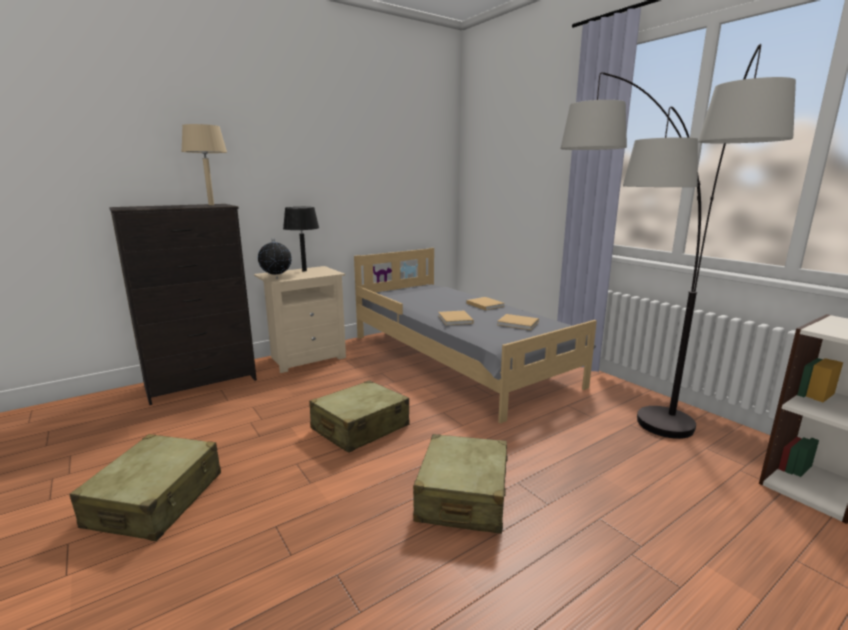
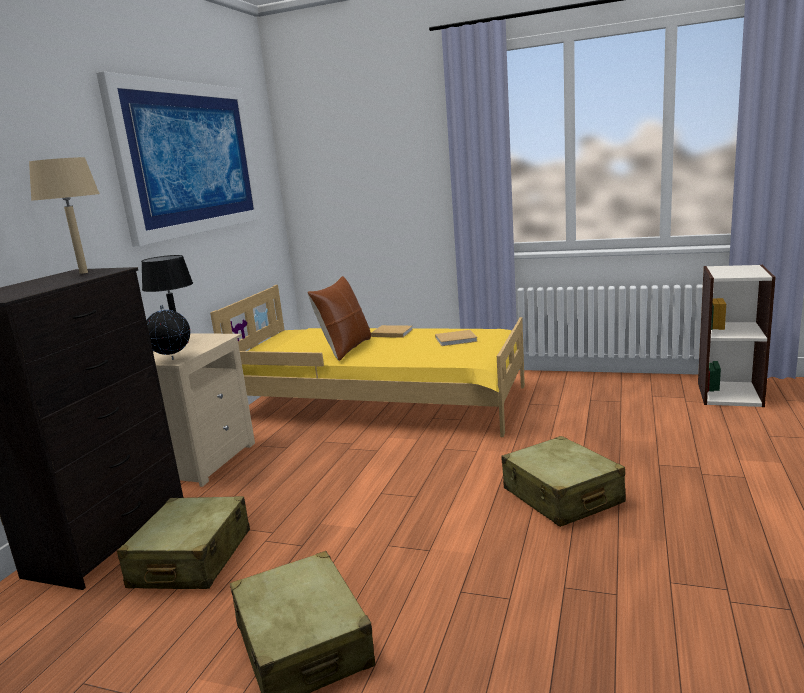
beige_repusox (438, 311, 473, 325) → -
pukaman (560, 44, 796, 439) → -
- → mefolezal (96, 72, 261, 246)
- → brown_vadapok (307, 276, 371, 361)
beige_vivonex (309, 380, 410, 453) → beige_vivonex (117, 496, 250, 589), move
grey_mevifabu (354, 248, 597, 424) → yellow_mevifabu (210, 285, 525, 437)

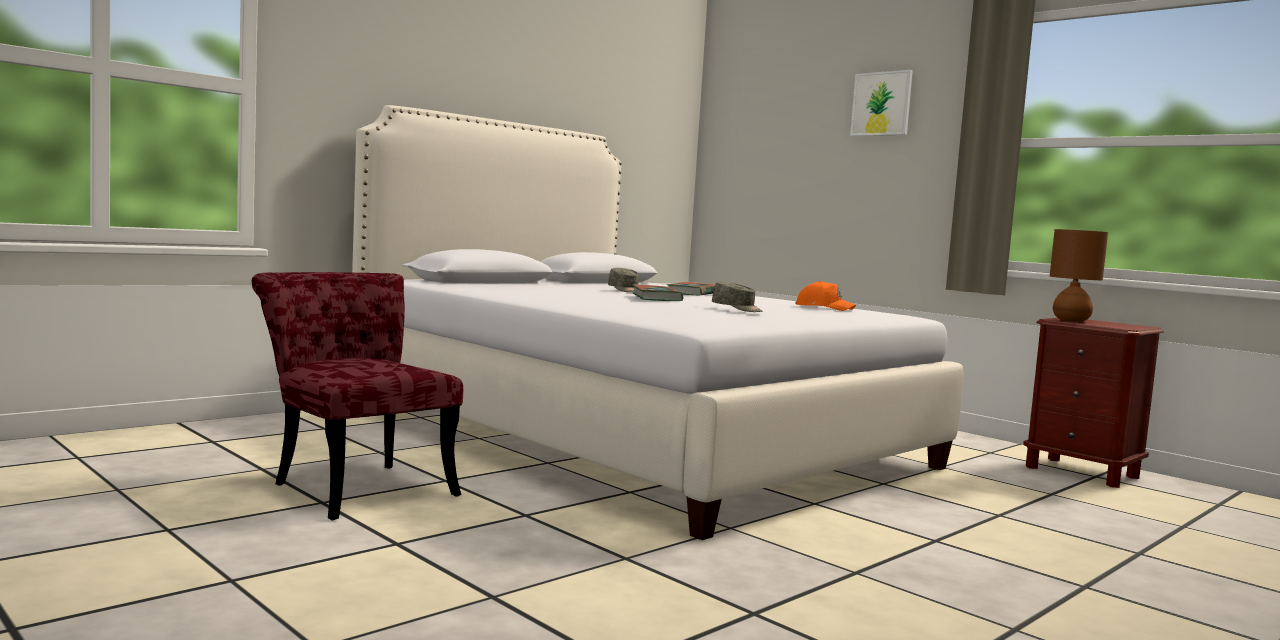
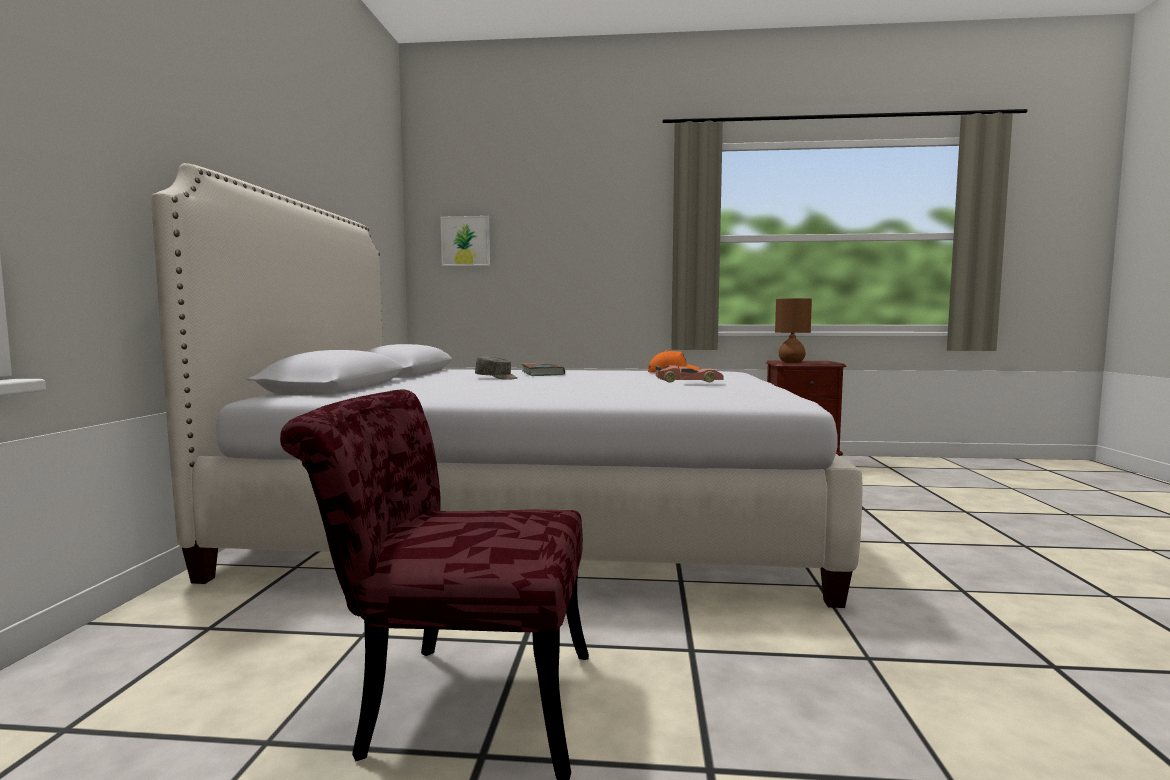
repusox (632, 284, 683, 301) → -
mefolezal (850, 70, 913, 136) → mefolezal (441, 216, 490, 266), move
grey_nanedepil (712, 281, 762, 312) → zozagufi (655, 365, 724, 383)

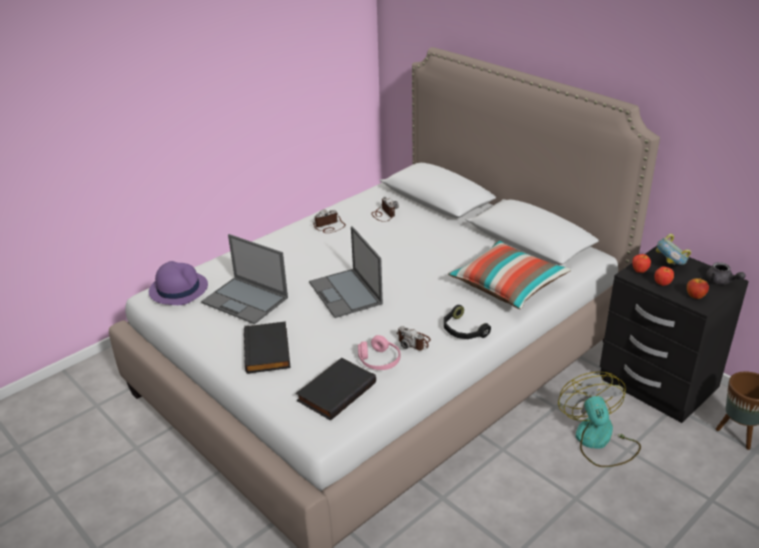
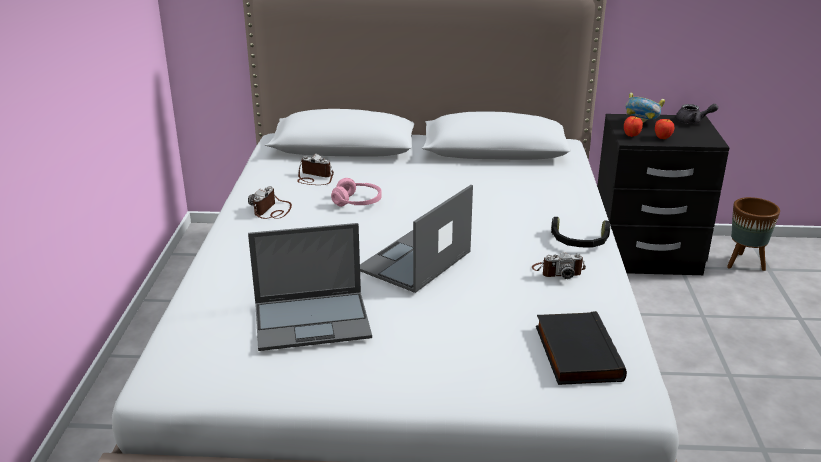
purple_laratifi (149, 261, 208, 305) → -
black_repusox (244, 321, 291, 374) → -
vadapok (448, 240, 571, 309) → -
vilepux (558, 372, 641, 467) → -
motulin (687, 278, 709, 299) → -
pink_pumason (358, 335, 400, 370) → pink_pumason (331, 178, 382, 207), move
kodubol (309, 226, 383, 318) → kodubol (360, 185, 473, 293), 105 degrees clockwise

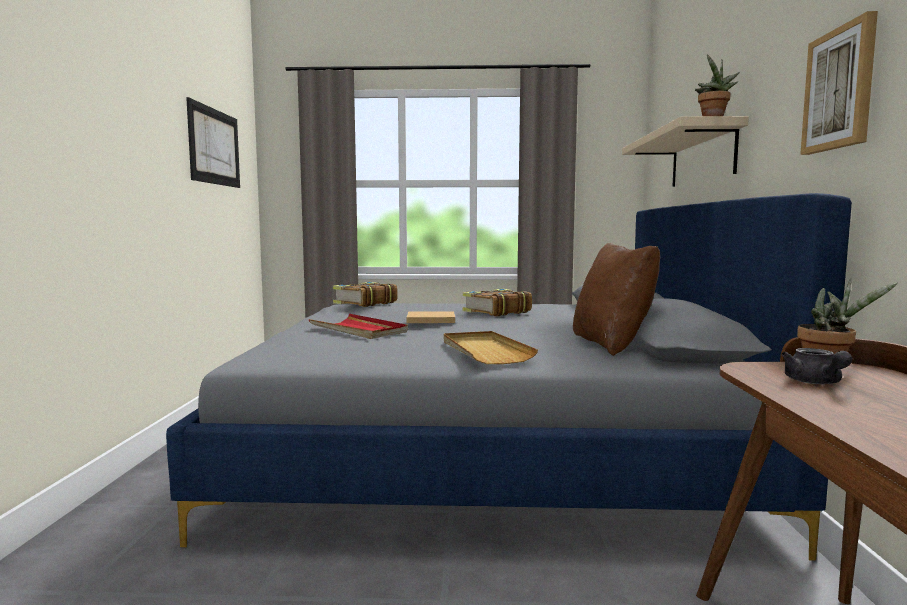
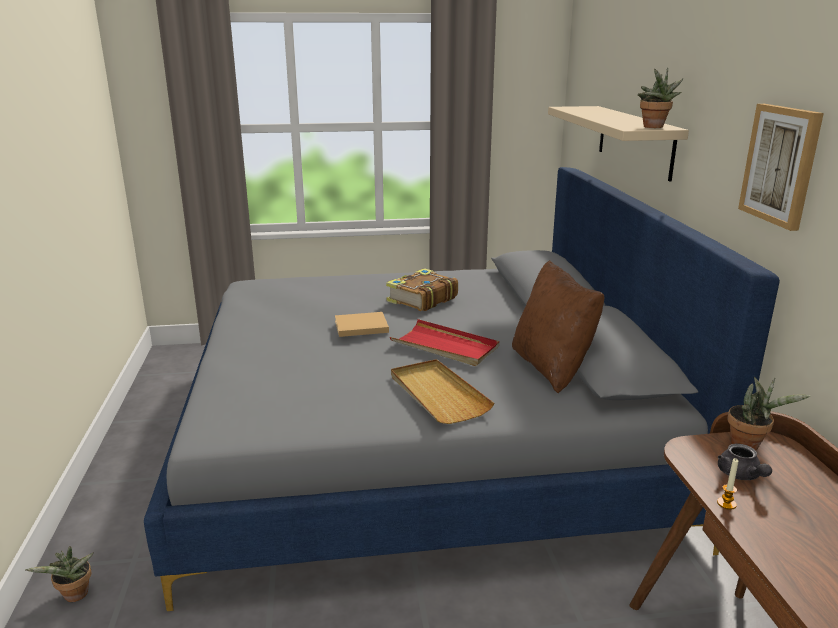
mefolezal (186, 97, 240, 188) → -
repusox (333, 282, 398, 307) → -
- → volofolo (25, 546, 94, 602)
- → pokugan (717, 458, 738, 510)
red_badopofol (308, 314, 408, 339) → red_badopofol (390, 319, 499, 366), move

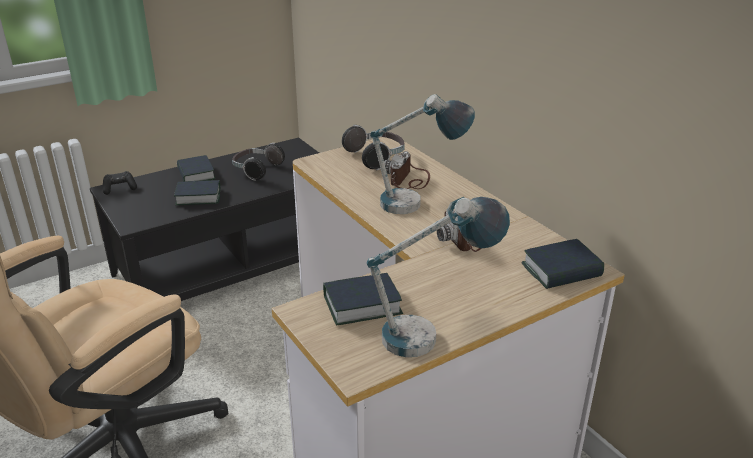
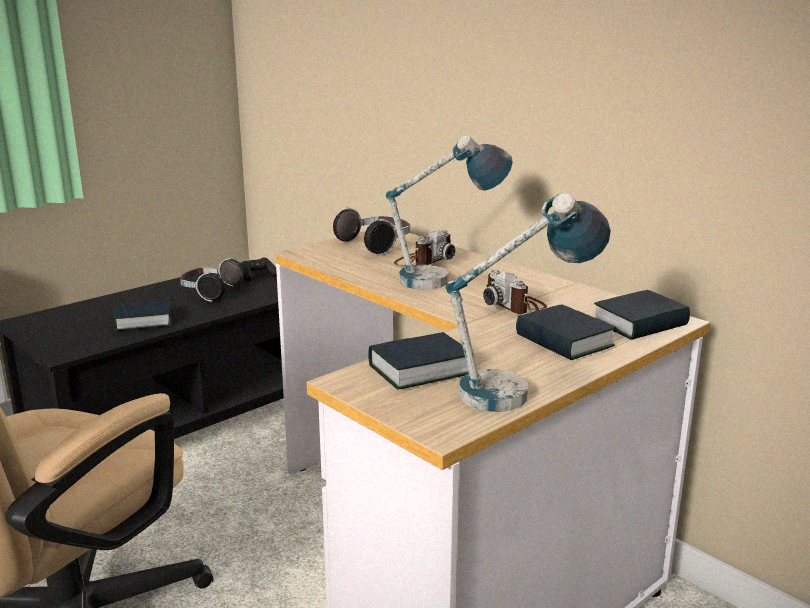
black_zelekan (103, 171, 137, 195) → black_zelekan (241, 258, 277, 282), move
repusox (177, 155, 216, 181) → repusox (516, 304, 616, 360), move
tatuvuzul (384, 151, 430, 189) → tatuvuzul (394, 230, 455, 266), 150 degrees counterclockwise

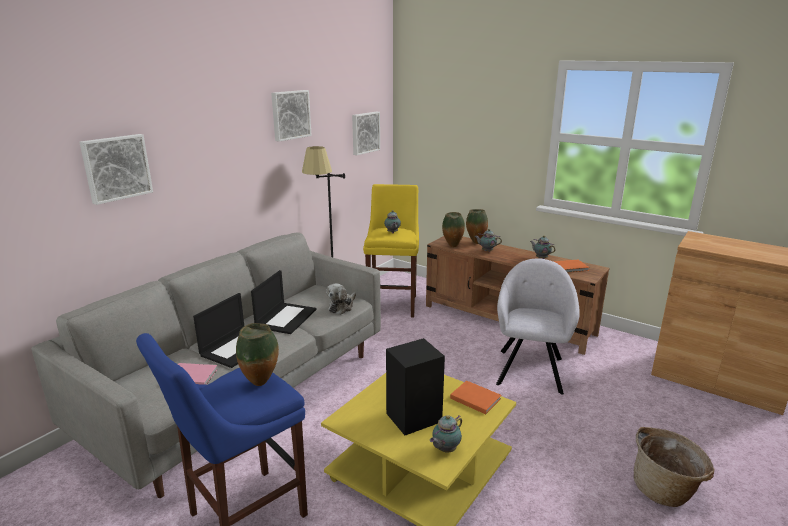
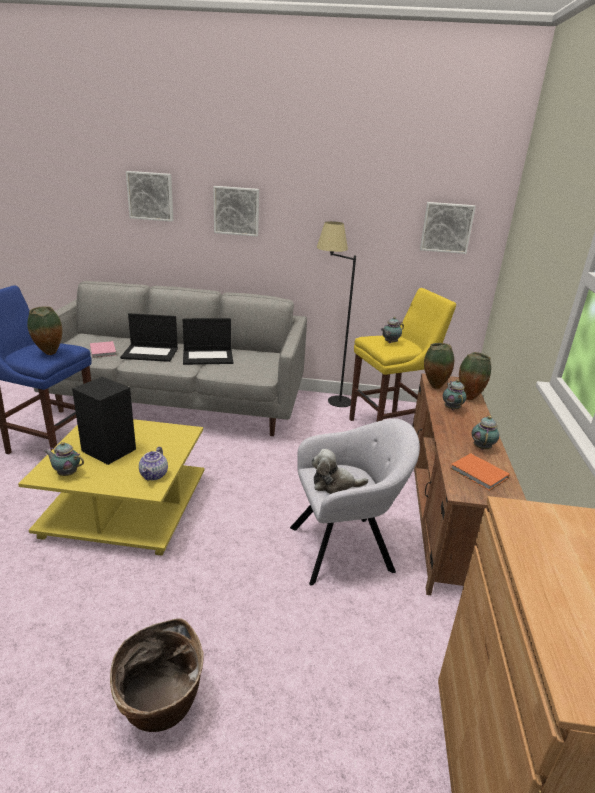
mefolezal (271, 90, 312, 142) → mefolezal (213, 186, 259, 237), move
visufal (326, 283, 356, 315) → visufal (311, 449, 368, 494), move
orange_repusox (450, 380, 501, 414) → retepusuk (139, 446, 168, 481)

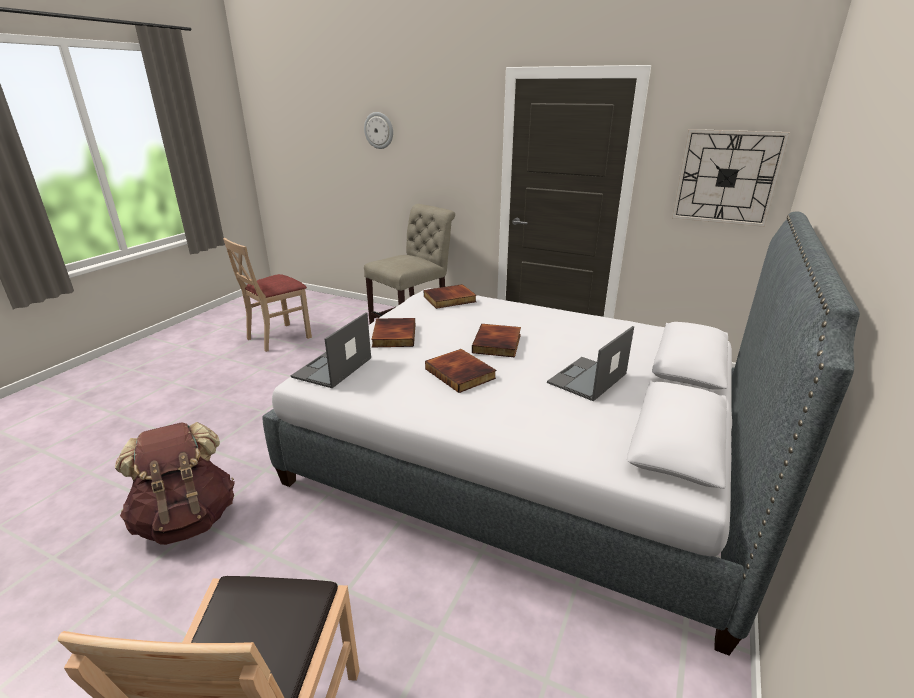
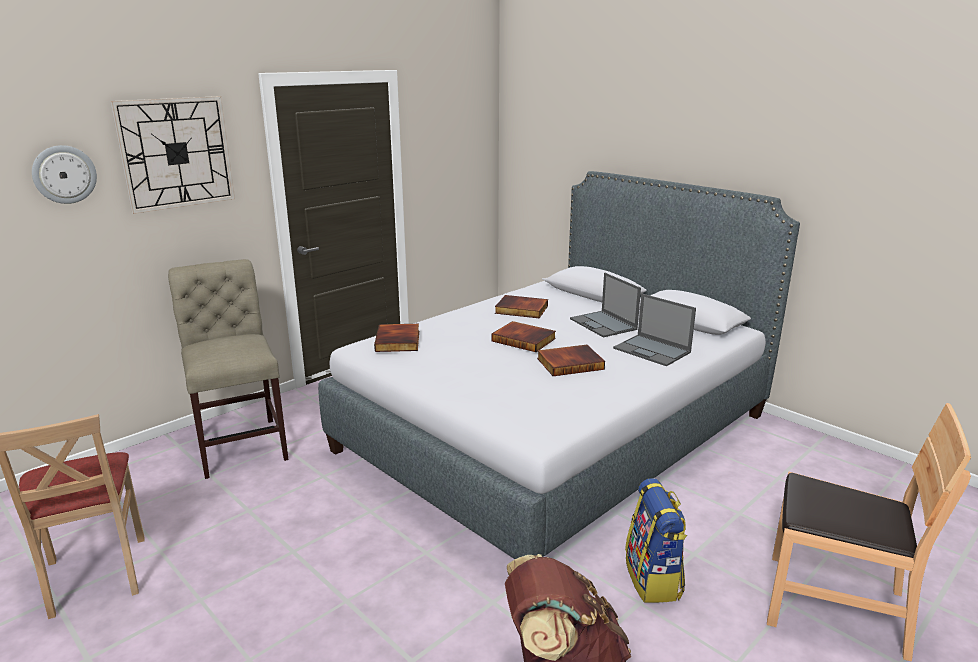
- → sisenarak (625, 478, 687, 603)
kodubol (291, 312, 371, 388) → kodubol (613, 294, 696, 366), move
repusox (371, 318, 415, 347) → repusox (495, 295, 548, 318), move
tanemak (672, 129, 790, 227) → tanemak (110, 96, 235, 214), move

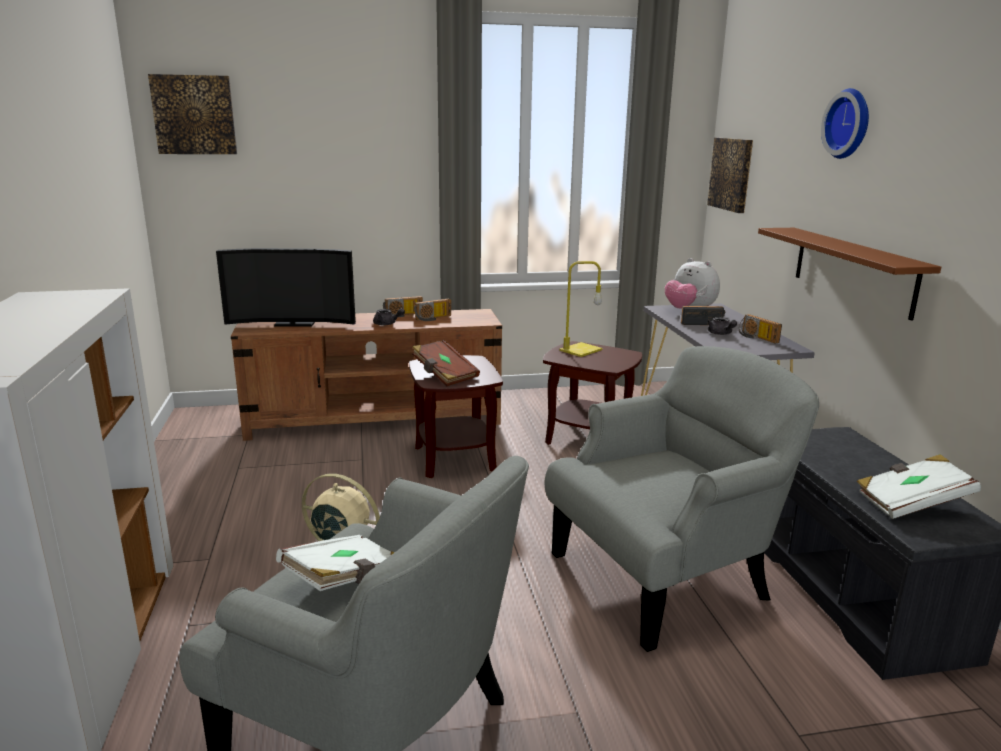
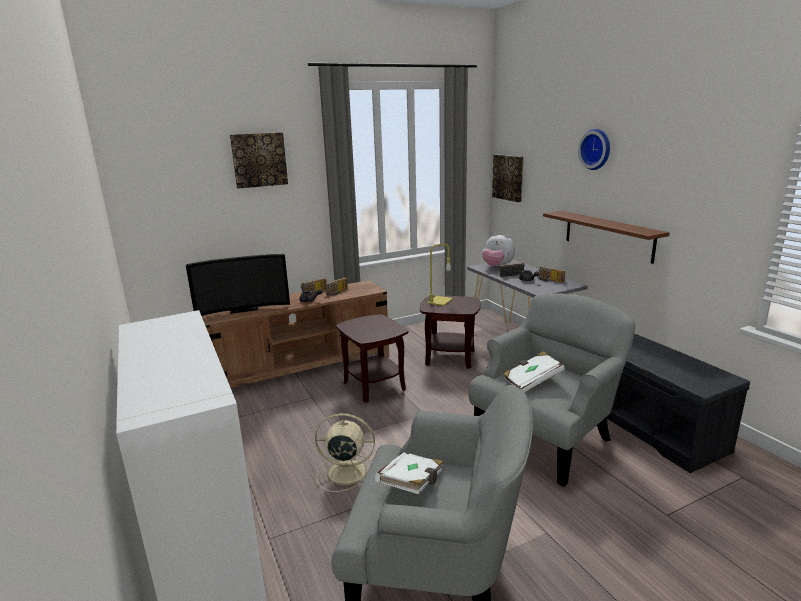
brown_repusox (412, 340, 480, 386) → -
mefolezal (148, 74, 237, 154) → mefolezal (230, 132, 288, 189), move
white_repusox (857, 454, 981, 519) → white_repusox (503, 351, 565, 392), move

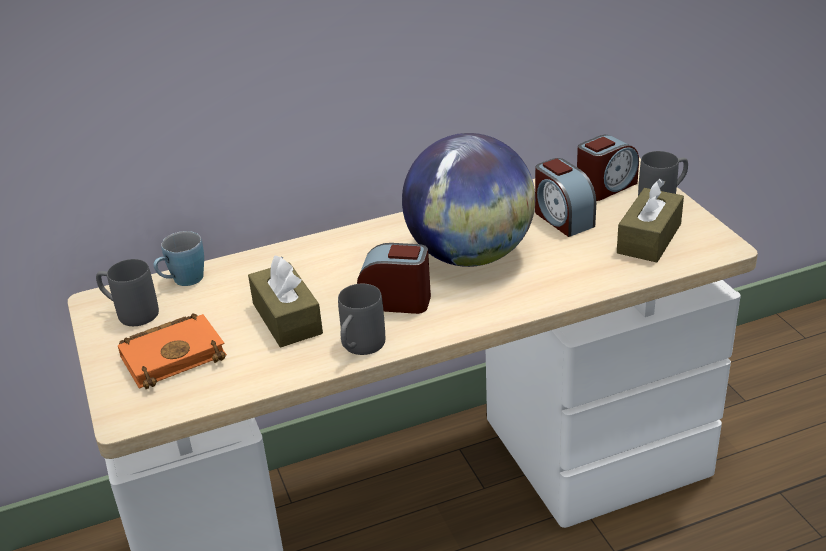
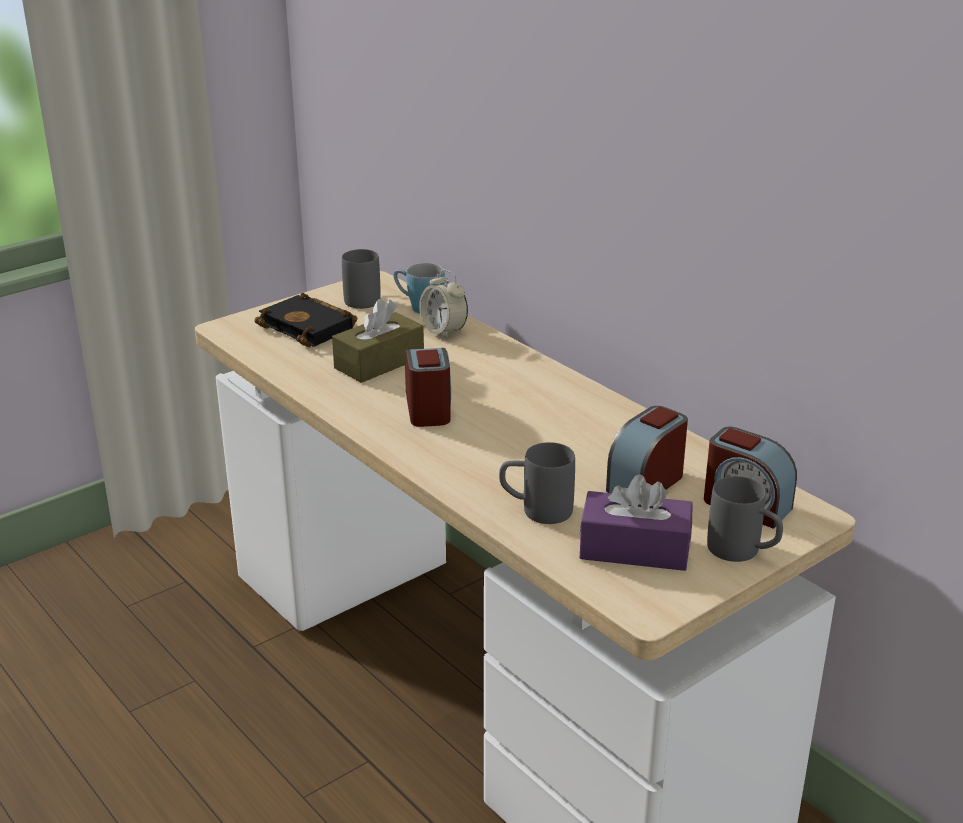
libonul (402, 133, 535, 267) → -
- → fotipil (419, 269, 468, 339)
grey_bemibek (338, 284, 385, 355) → grey_bemibek (499, 442, 575, 524), move
orange_repusox (118, 313, 227, 389) → black_repusox (255, 293, 357, 347)
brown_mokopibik (617, 179, 684, 262) → purple_mokopibik (580, 475, 693, 571)

